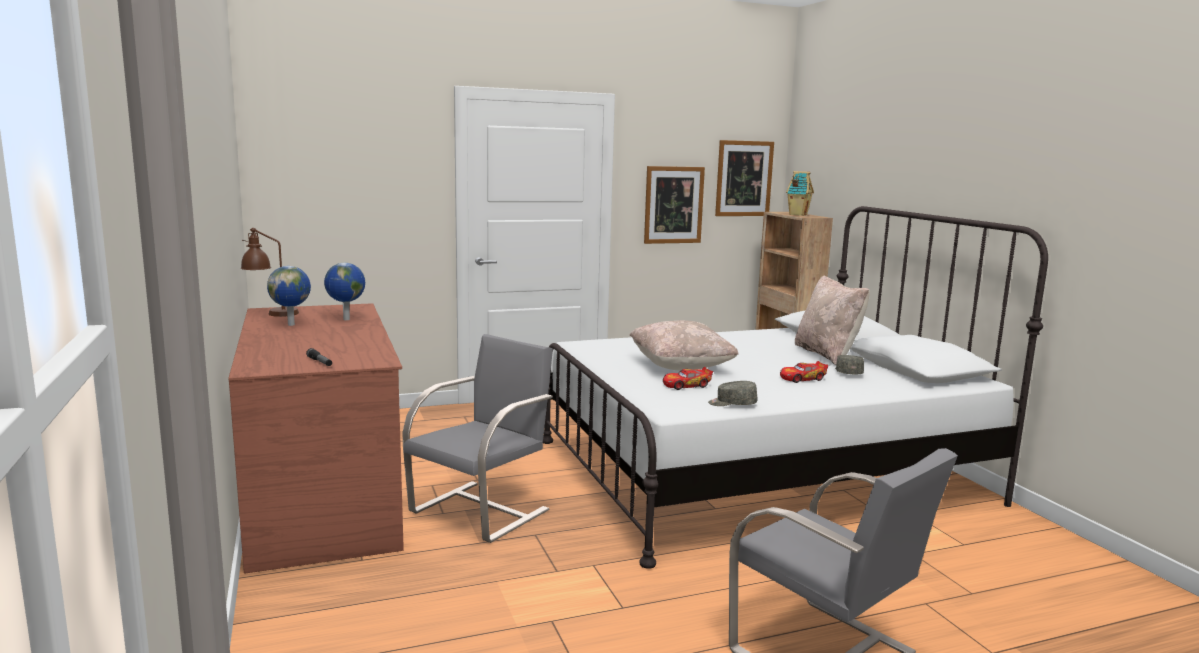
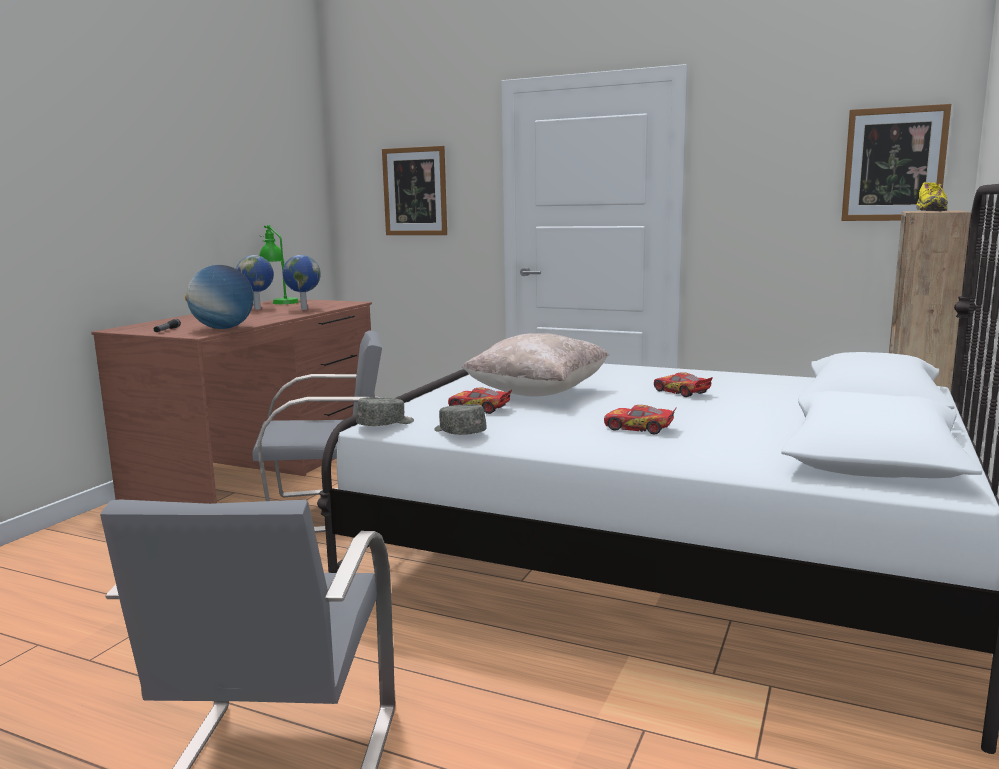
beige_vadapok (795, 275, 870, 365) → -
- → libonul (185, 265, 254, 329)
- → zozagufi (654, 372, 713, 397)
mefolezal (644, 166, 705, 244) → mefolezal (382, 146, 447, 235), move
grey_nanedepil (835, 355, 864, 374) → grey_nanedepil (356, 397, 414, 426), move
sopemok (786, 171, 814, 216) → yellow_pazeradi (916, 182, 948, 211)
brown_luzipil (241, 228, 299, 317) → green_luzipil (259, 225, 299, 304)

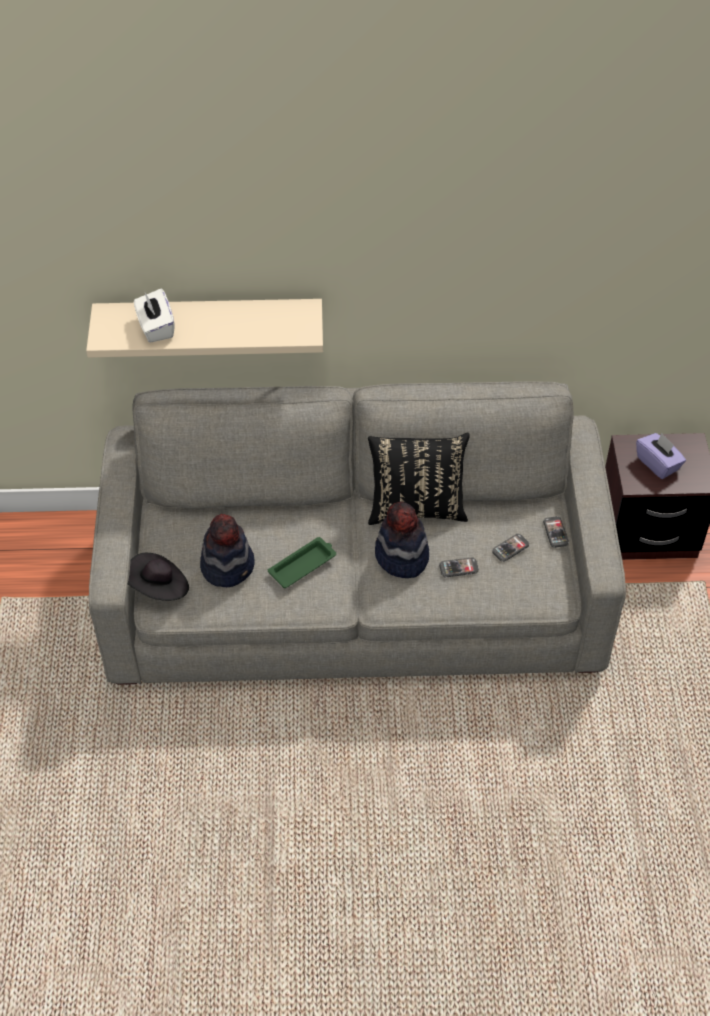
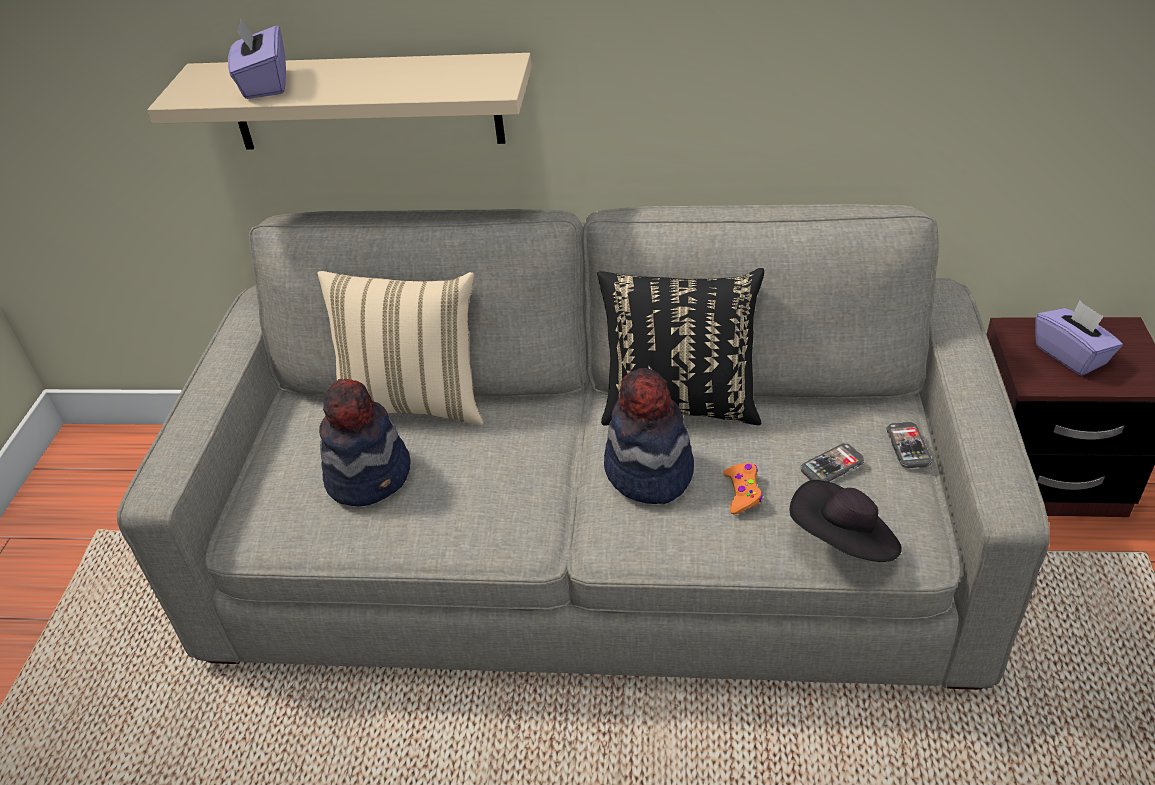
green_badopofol (268, 537, 336, 588) → -
- → beige_vadapok (317, 271, 484, 425)
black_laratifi (128, 553, 189, 601) → black_laratifi (790, 480, 902, 562), move
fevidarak (439, 557, 479, 577) → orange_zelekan (723, 463, 763, 514)
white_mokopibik (134, 289, 174, 343) → purple_mokopibik (228, 18, 286, 99)

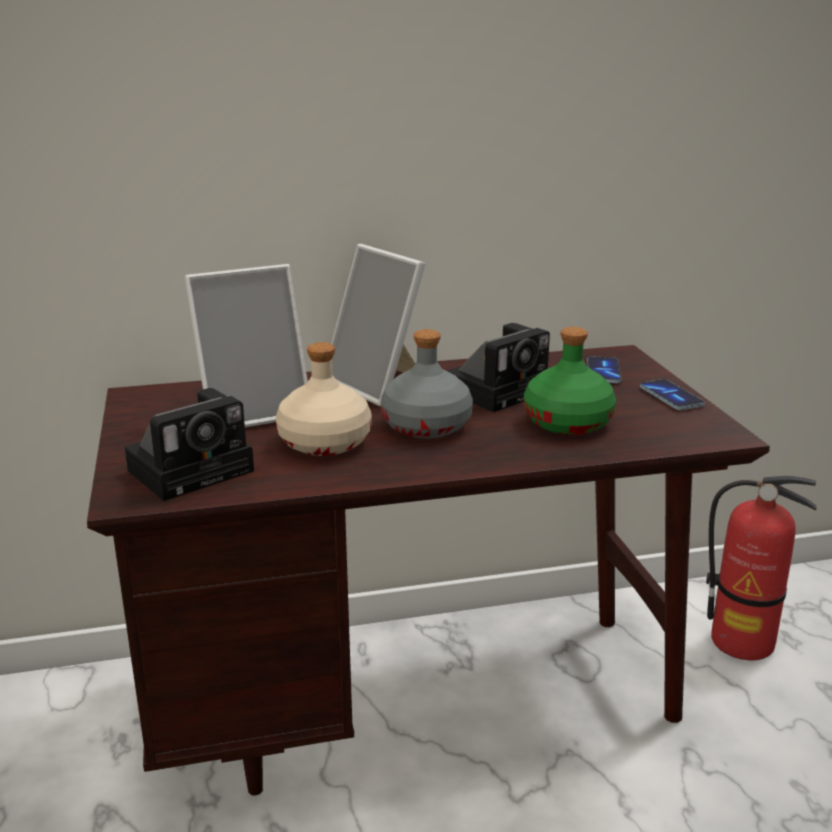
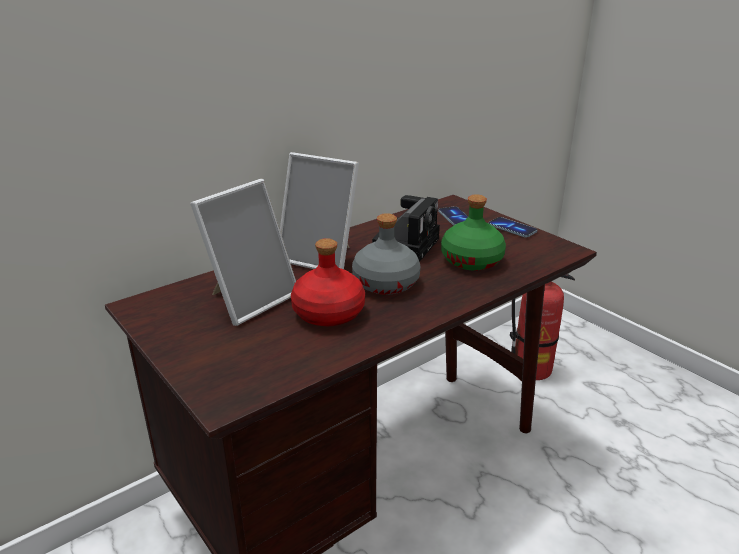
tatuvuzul (125, 388, 254, 501) → -
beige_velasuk (276, 342, 372, 456) → red_velasuk (291, 238, 365, 326)

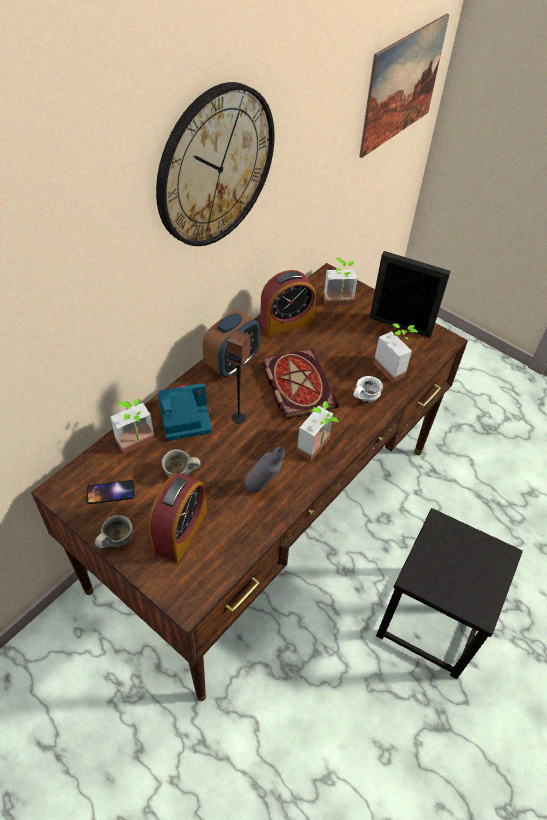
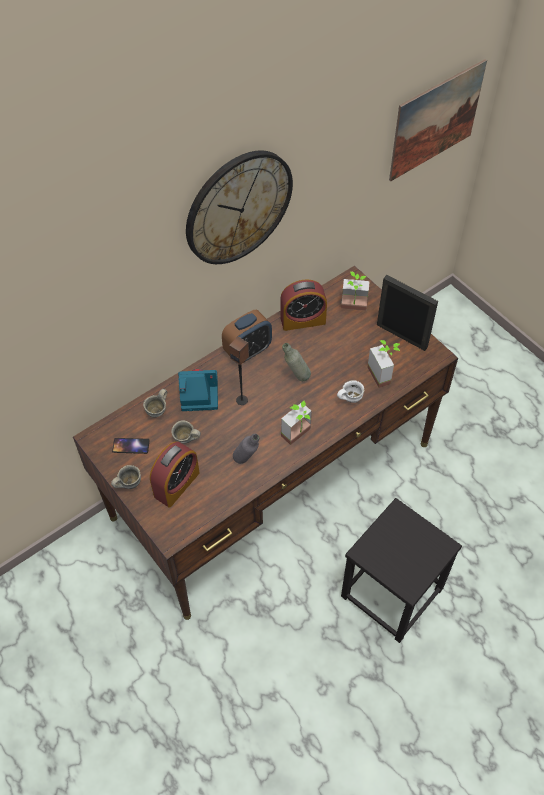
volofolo (110, 398, 155, 454) → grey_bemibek (143, 389, 167, 418)
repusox (262, 349, 339, 420) → grey_velasuk (282, 343, 311, 381)

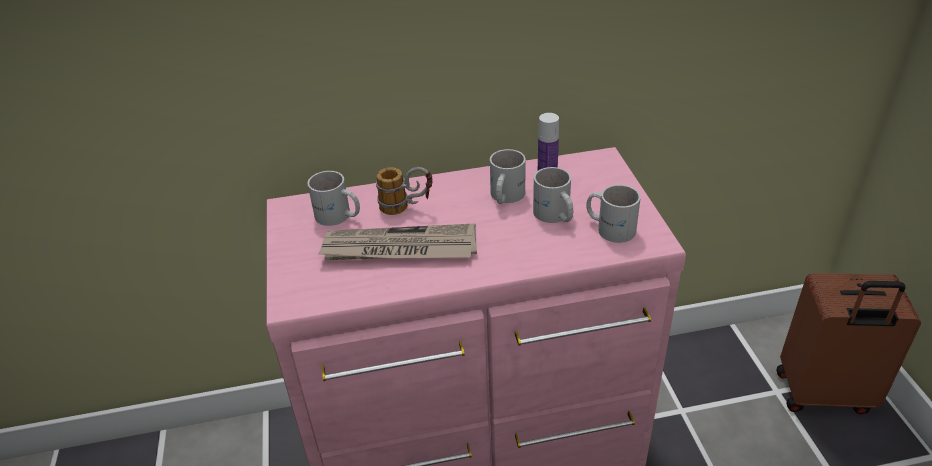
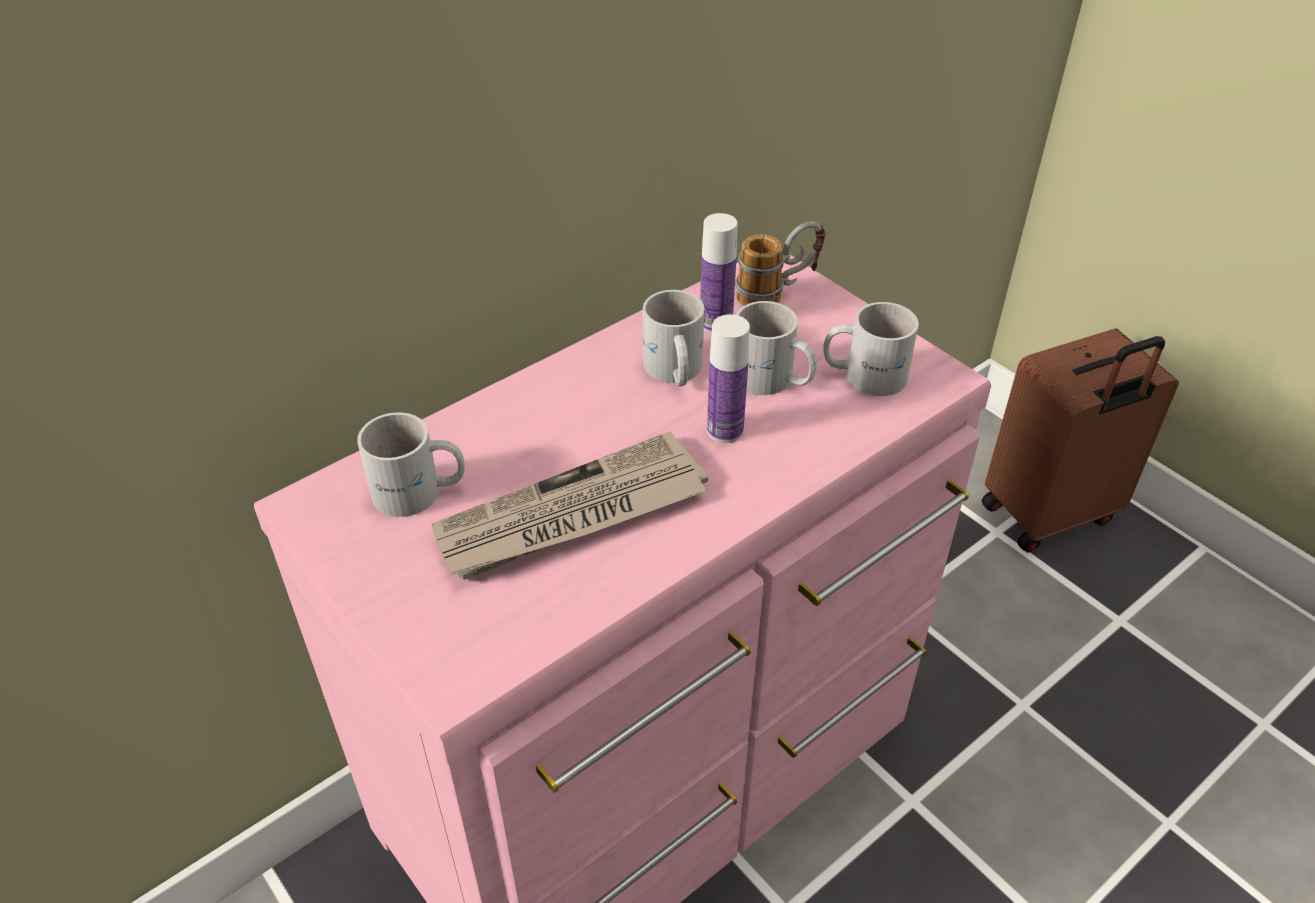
- → velasuk (707, 314, 750, 443)
bemibek (376, 167, 433, 215) → bemibek (735, 222, 826, 306), move

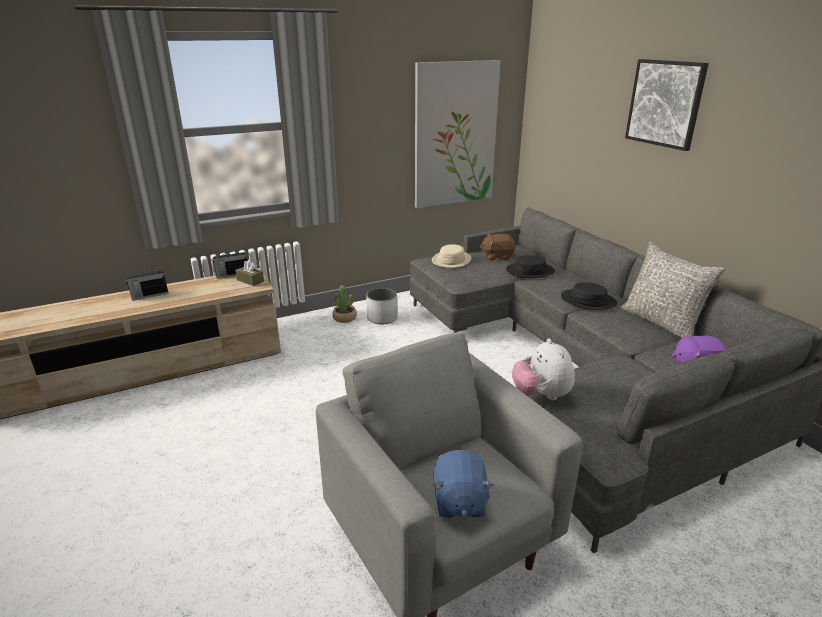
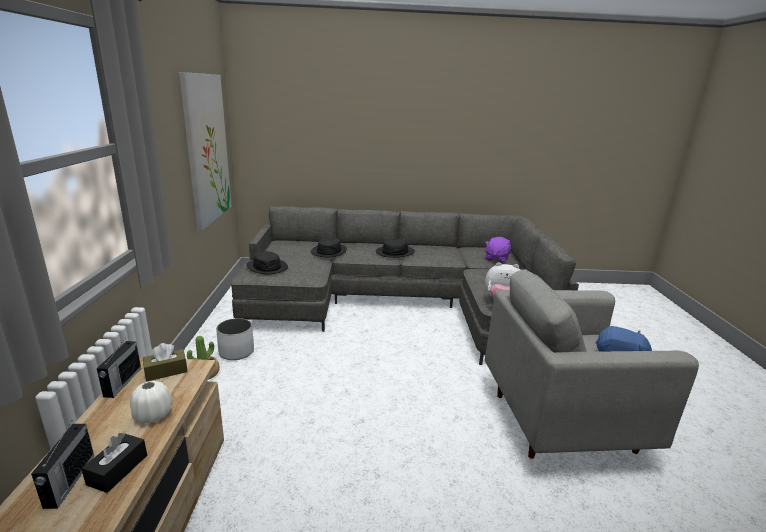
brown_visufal (480, 233, 515, 260) → -
grey_vadapok (620, 242, 725, 337) → -
mefolezal (625, 59, 709, 151) → -
- → black_mokopibik (81, 433, 147, 493)
- → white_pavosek (130, 381, 173, 424)
beige_laratifi (432, 244, 471, 268) → black_laratifi (246, 251, 288, 275)

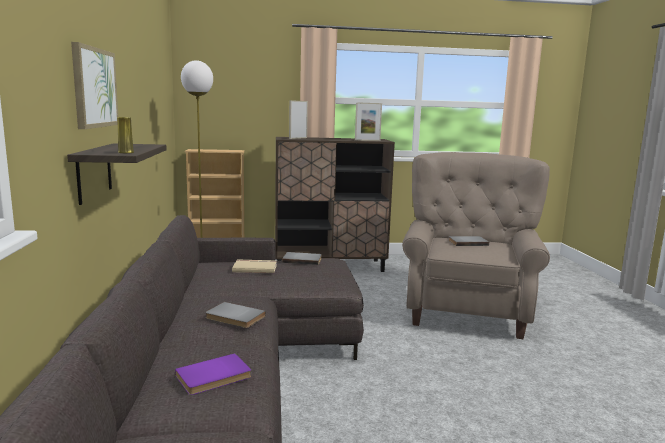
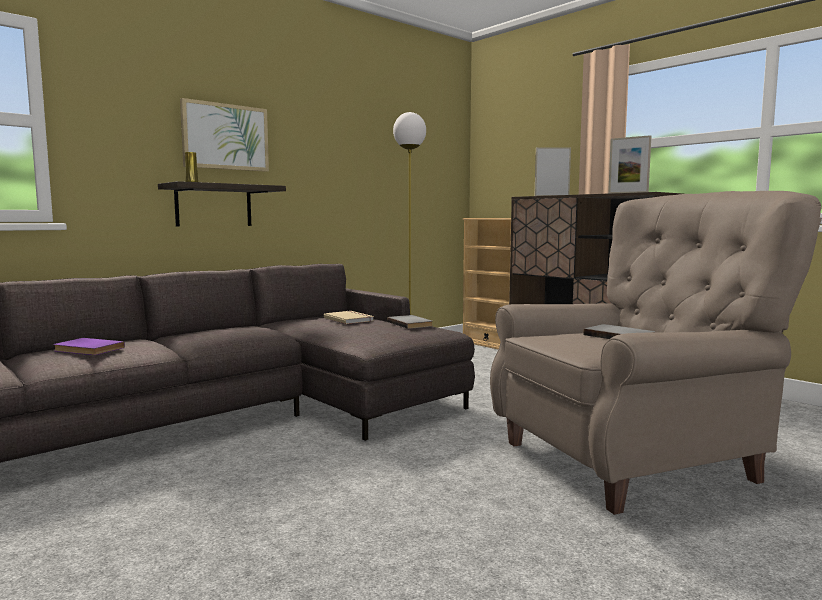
grey_repusox (205, 302, 266, 328) → -

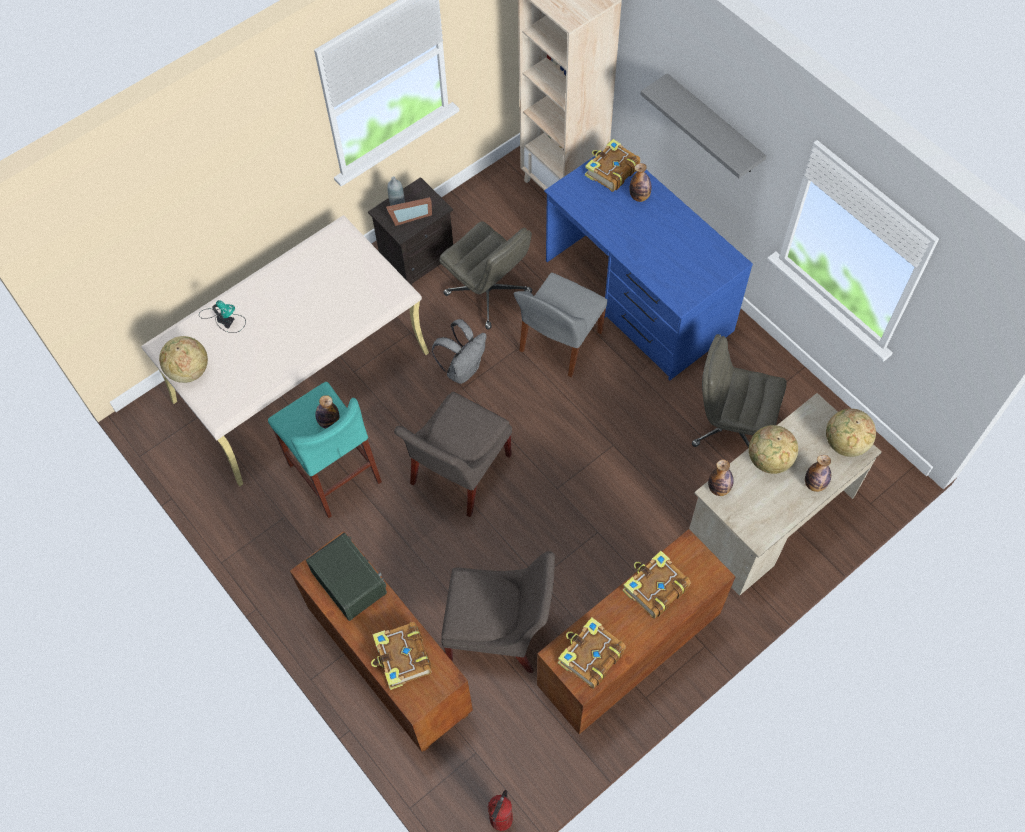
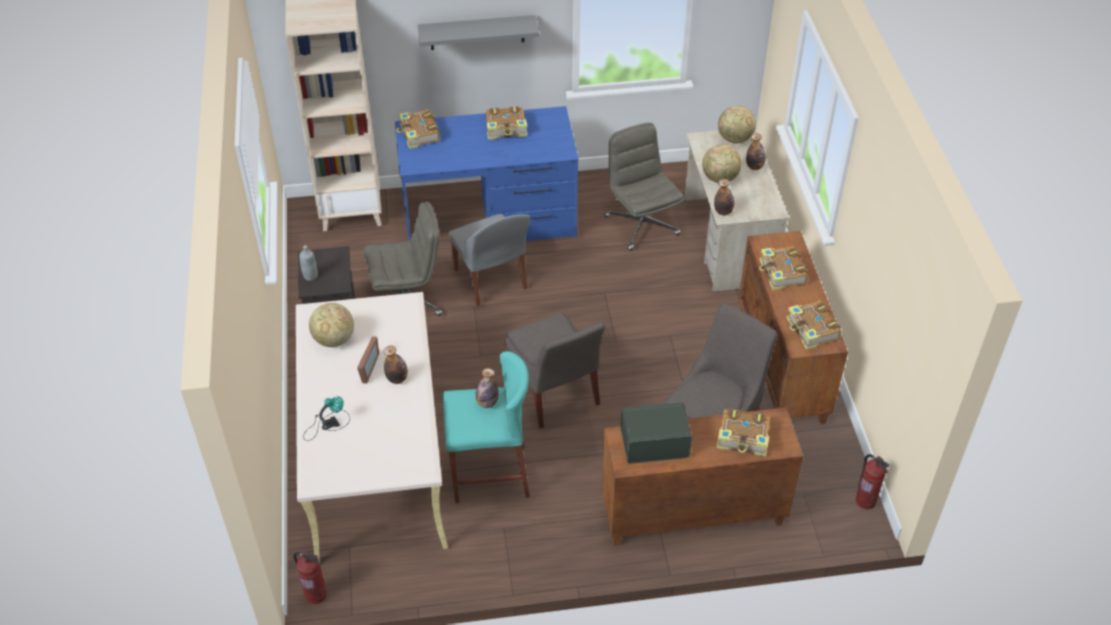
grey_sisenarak (432, 319, 487, 384) → -
- → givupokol (293, 551, 327, 604)
- → repusox (486, 106, 527, 140)
libonul (159, 336, 208, 383) → libonul (309, 303, 354, 347), move
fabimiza (386, 197, 432, 226) → fabimiza (357, 336, 379, 384), move
velasuk (629, 163, 652, 202) → velasuk (384, 345, 408, 384), move
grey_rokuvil (692, 334, 787, 448) → grey_rokuvil (604, 123, 684, 251), 105 degrees clockwise

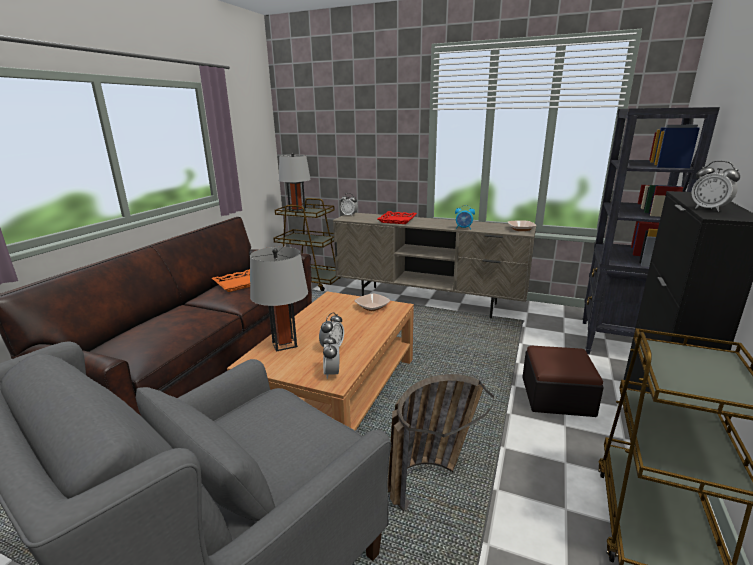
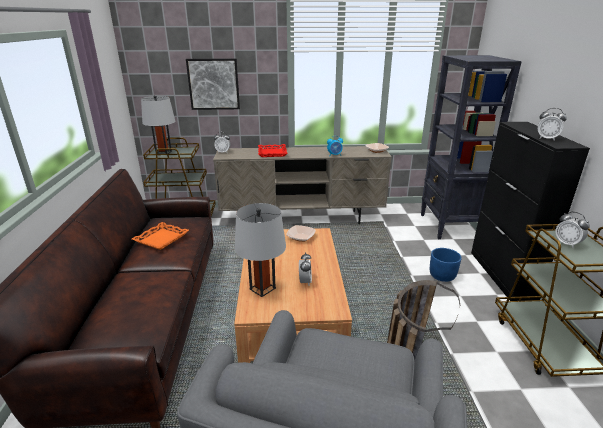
- → mefolezal (186, 58, 240, 110)
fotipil (323, 334, 339, 379) → fotipil (555, 212, 590, 248), move
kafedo (522, 346, 604, 417) → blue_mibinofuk (430, 248, 462, 282)

